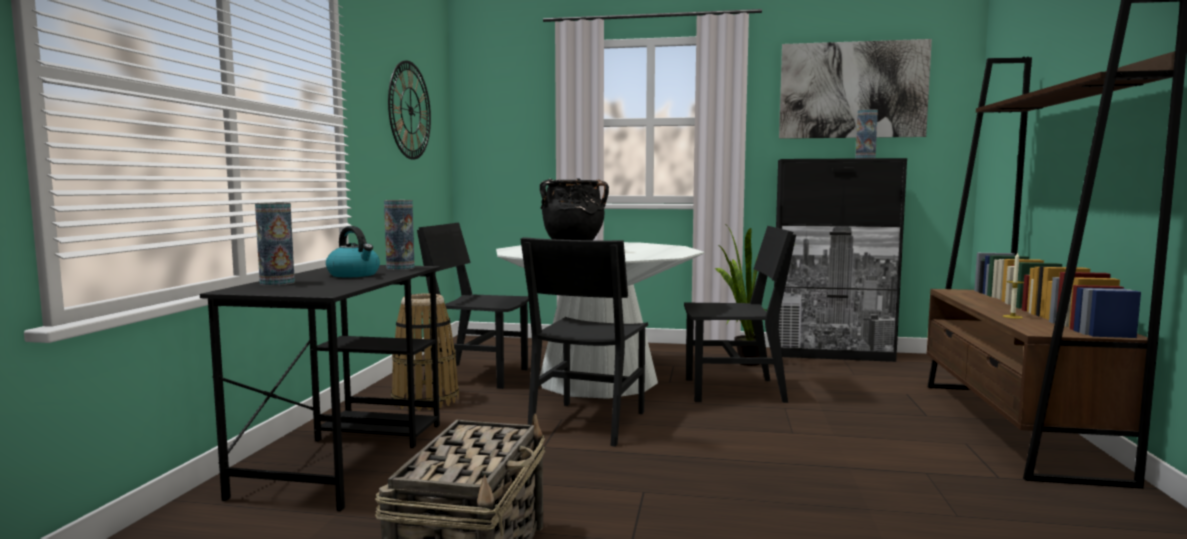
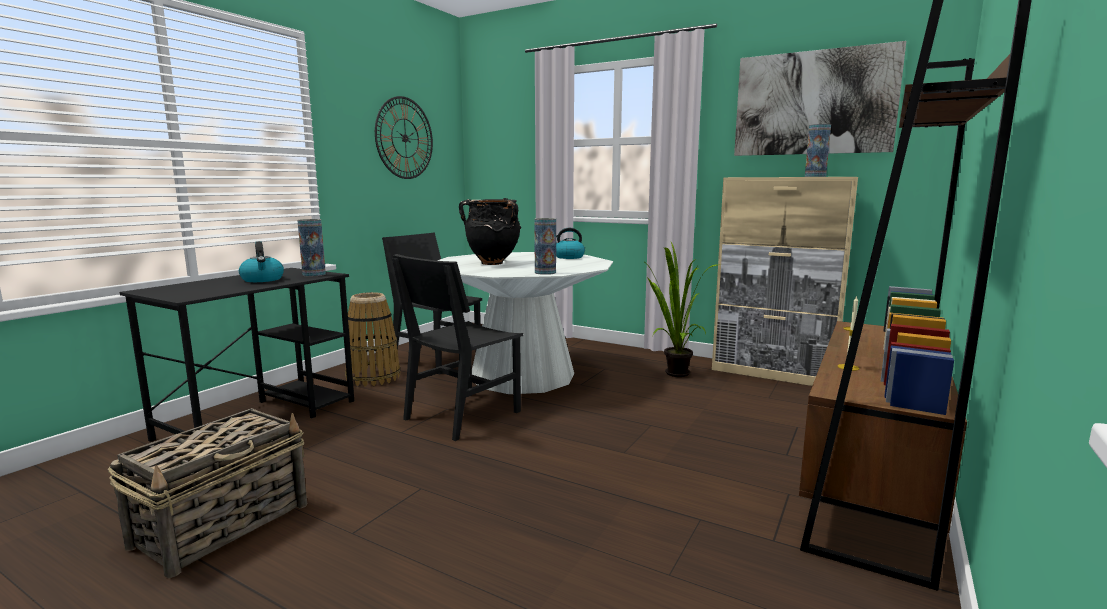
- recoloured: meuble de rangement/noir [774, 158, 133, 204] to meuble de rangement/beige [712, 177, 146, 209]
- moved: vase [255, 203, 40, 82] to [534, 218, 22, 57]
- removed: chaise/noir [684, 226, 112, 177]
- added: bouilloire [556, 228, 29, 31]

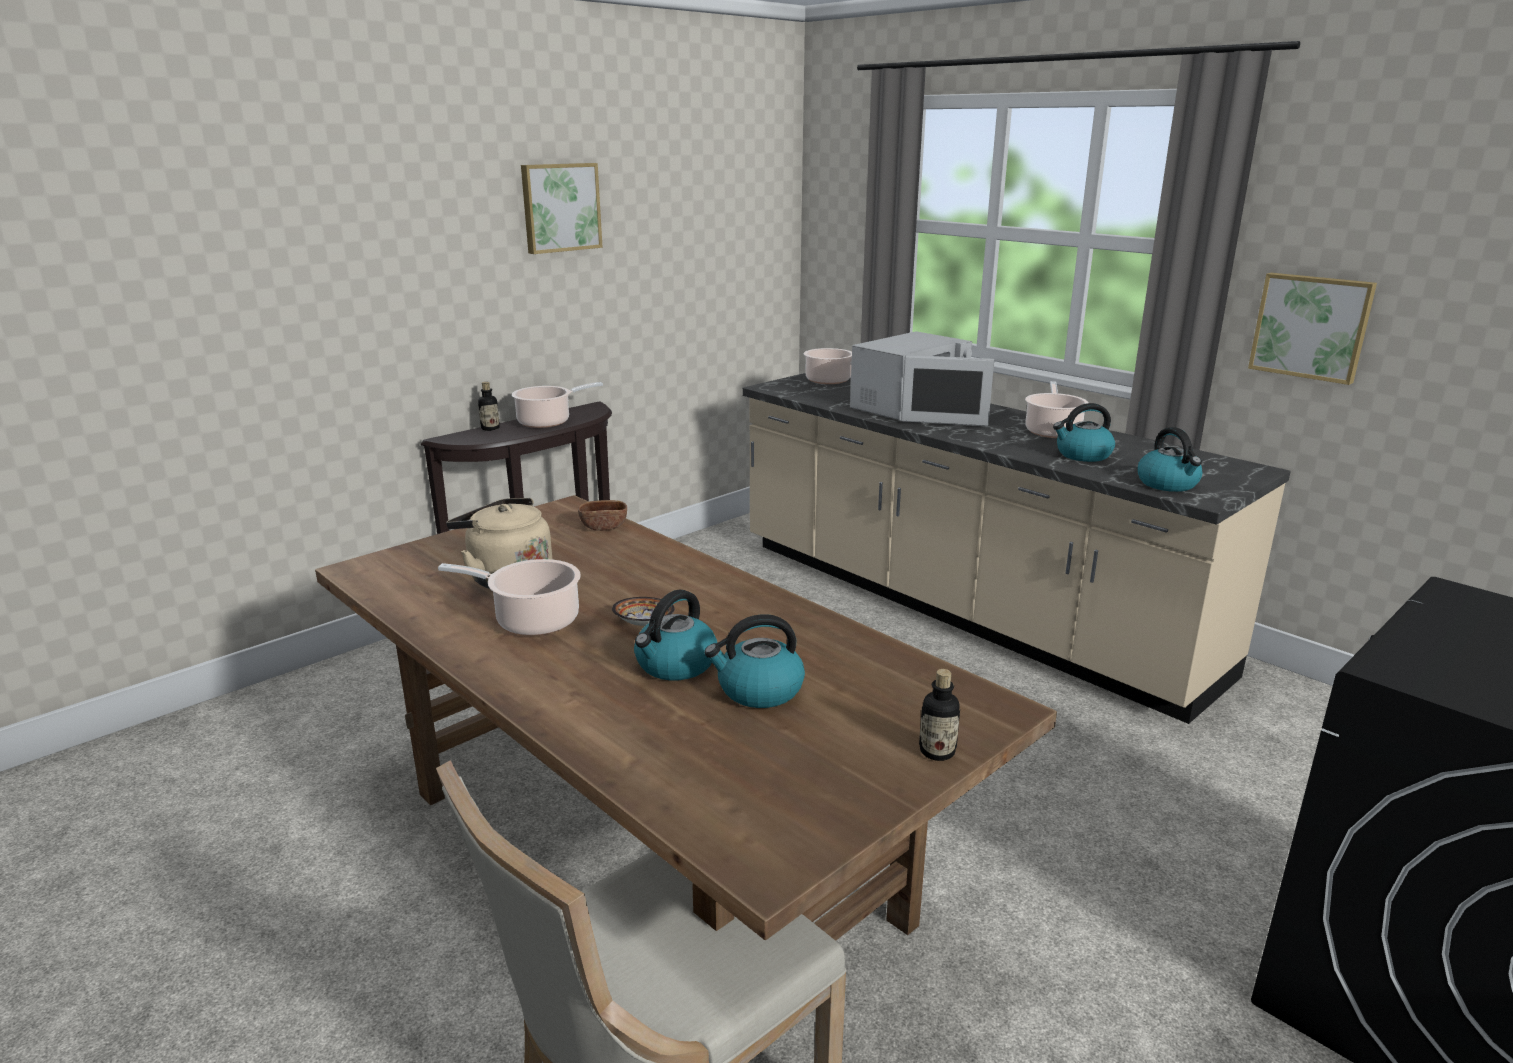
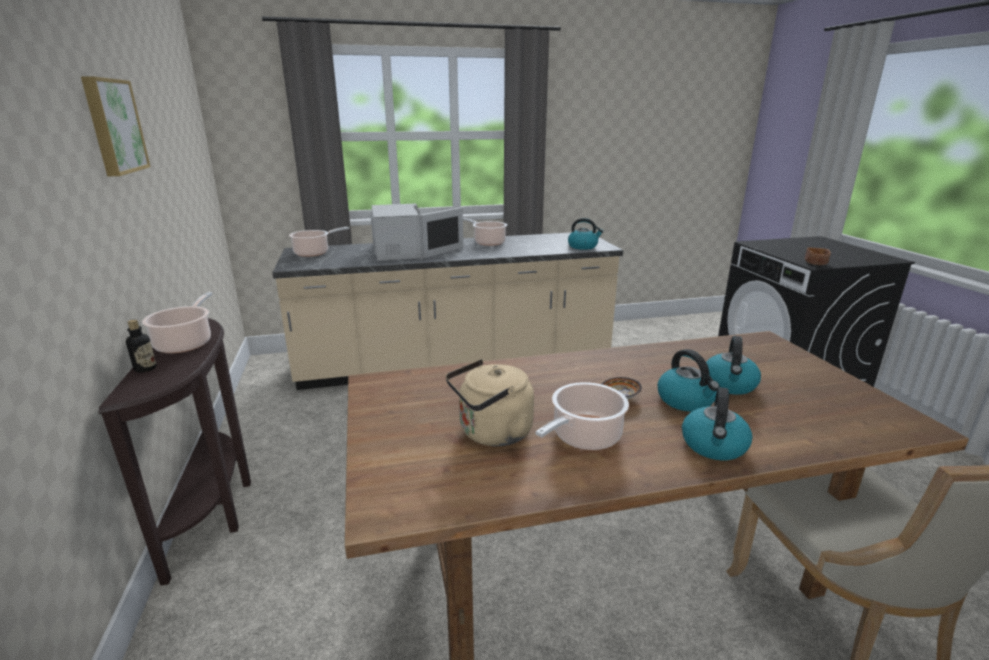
- removed: tableau [1248, 273, 129, 112]
- moved: bouilloire [1053, 403, 62, 59] to [682, 387, 71, 73]
- moved: bol/marron [578, 500, 49, 31] to [805, 247, 26, 18]
- removed: bouteille [919, 669, 41, 92]

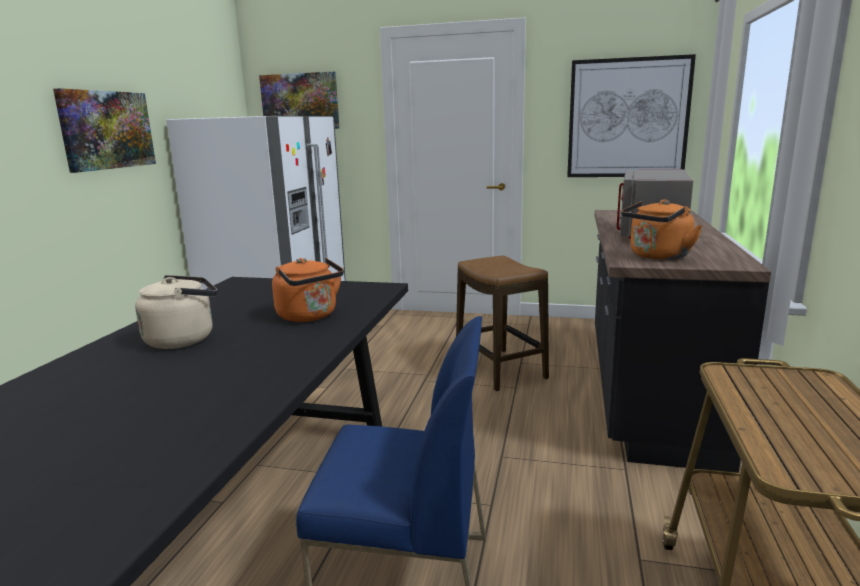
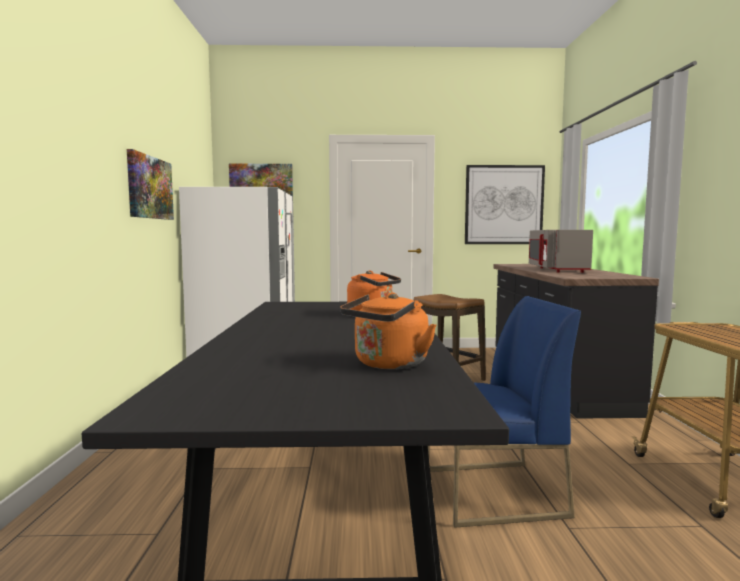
- moved: bouilloire/orange [621, 200, 81, 60] to [340, 292, 96, 78]
- removed: bouilloire/beige [135, 275, 82, 74]

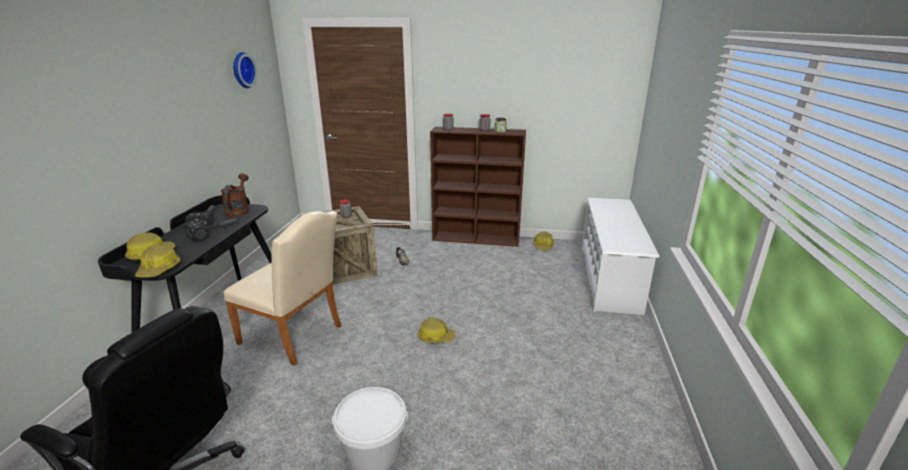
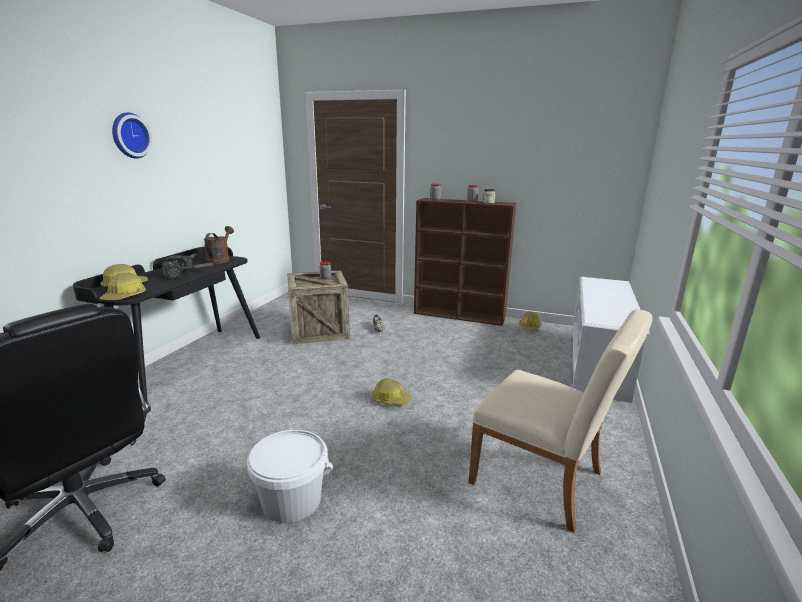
- moved: horloge murale [233, 52, 24, 36] to [112, 112, 40, 47]
- moved: chaise/beige [224, 211, 118, 155] to [469, 309, 184, 224]

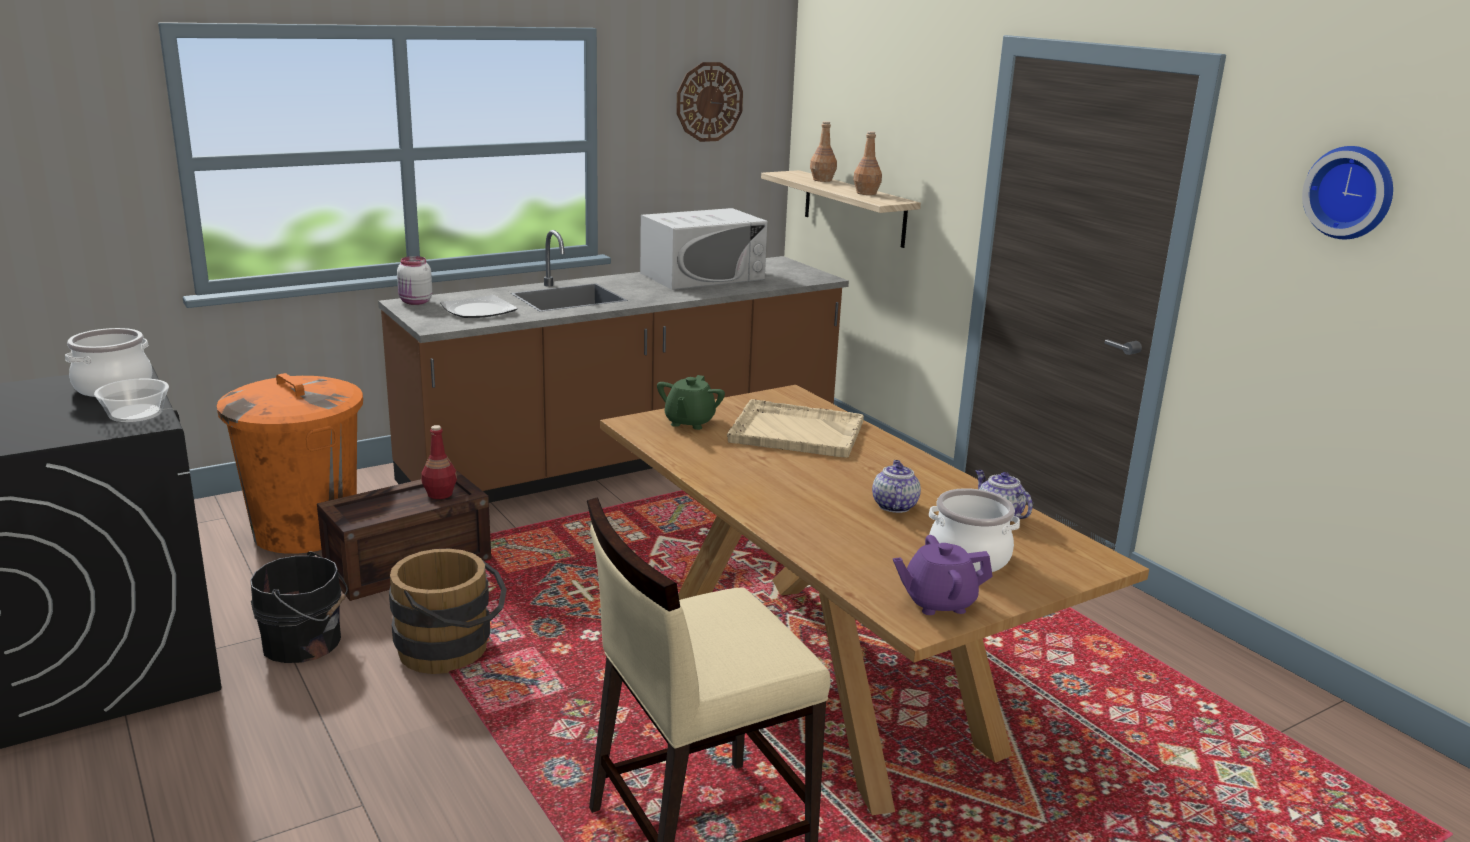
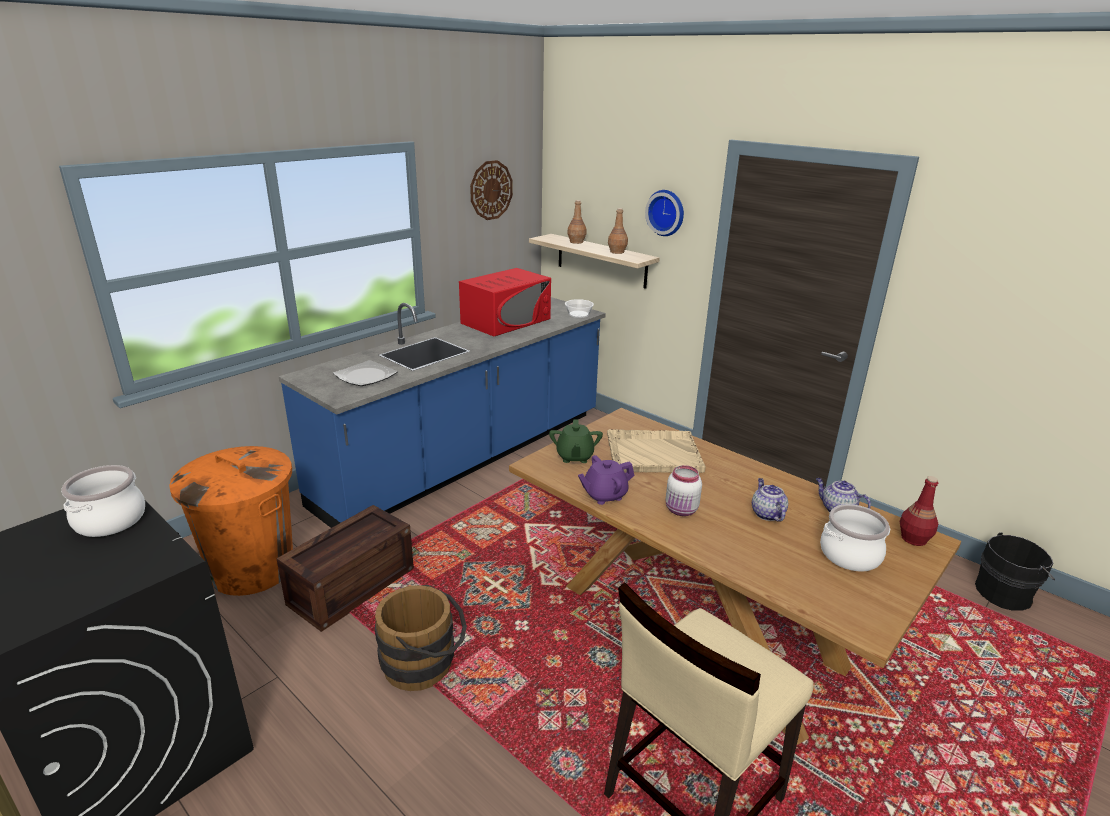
- moved: horloge murale [1302, 146, 91, 93] to [645, 190, 39, 46]
- recoloured: micro-ondes/blanc [640, 208, 128, 82] to micro-ondes/rouge [459, 268, 92, 69]
- recoloured: comptoir de cuisine/marron [378, 230, 471, 273] to comptoir de cuisine/bleu [278, 297, 328, 231]
- moved: bocal/blanc [397, 256, 35, 49] to [666, 465, 36, 51]
- moved: bol [94, 378, 75, 44] to [565, 299, 29, 19]
- moved: bouteille/rouge [421, 425, 36, 74] to [899, 476, 39, 70]
- moved: théière/violet [893, 535, 100, 80] to [578, 455, 56, 50]
- moved: seau/noir [250, 551, 98, 112] to [975, 532, 80, 79]

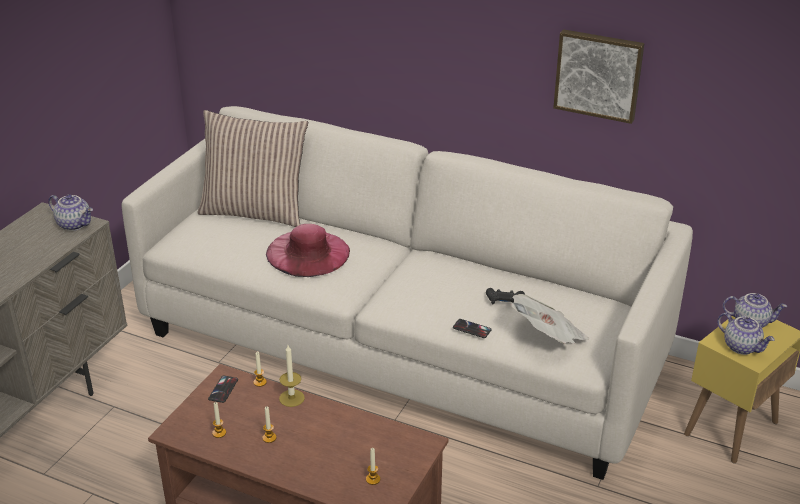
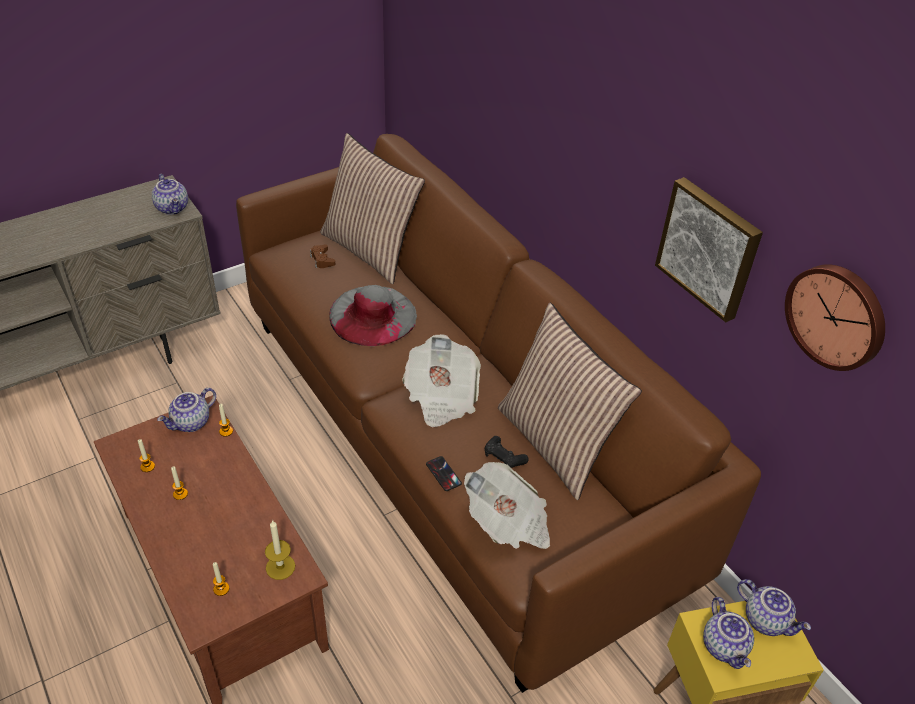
- recoloured: canapé/blanc [122, 106, 571, 374] to canapé/marron [236, 134, 525, 559]
- recoloured: chapeau/rose [266, 224, 84, 53] to chapeau/gris [329, 285, 88, 61]
- moved: bougie [279, 345, 26, 62] to [265, 520, 30, 60]
- replaced: téléphone [208, 376, 30, 27] to théière [157, 388, 59, 44]
- added: manette/marron [310, 244, 25, 24]
- added: horloge murale [785, 264, 100, 107]
- added: coussin [498, 303, 144, 197]
- added: journal [402, 334, 79, 93]

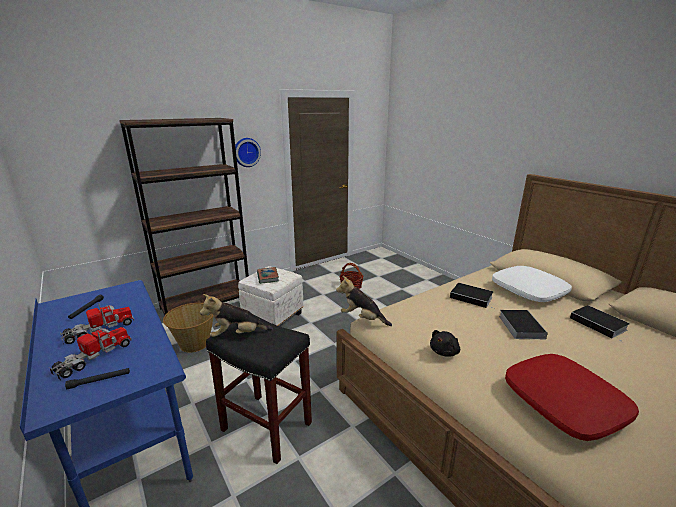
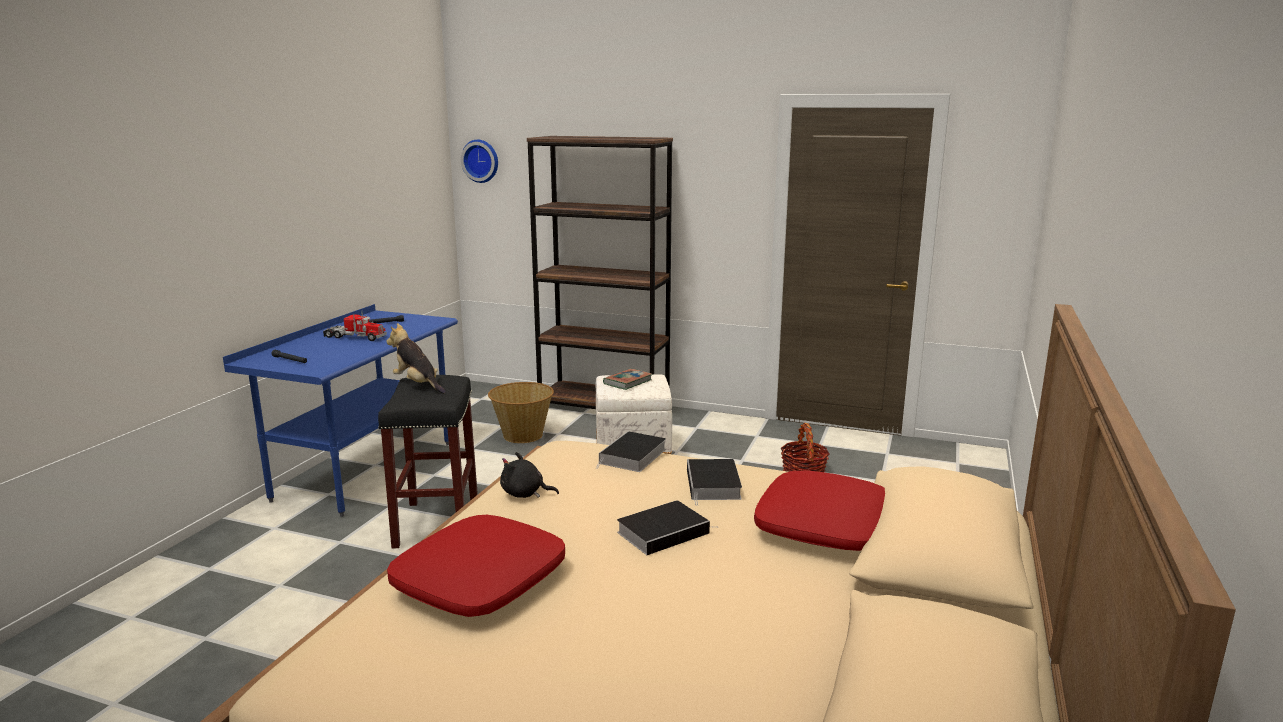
- moved: horloge murale [235, 138, 26, 29] to [461, 140, 37, 43]
- recoloured: coussin/blanc [492, 266, 80, 36] to coussin/rouge [754, 470, 131, 81]
- removed: peluche [336, 276, 56, 50]
- moved: livre [570, 305, 60, 37] to [596, 431, 70, 41]
- removed: camion jouet [49, 327, 83, 53]

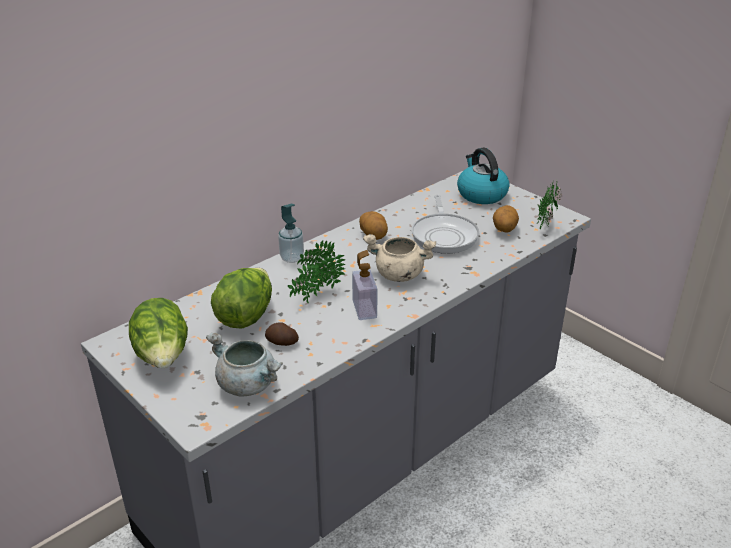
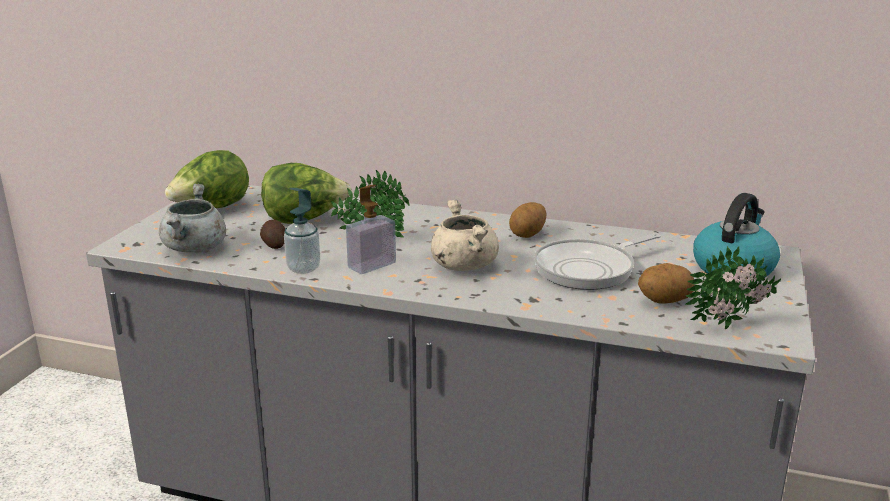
- moved: distributeur de savon [278, 203, 26, 60] to [284, 188, 36, 86]

